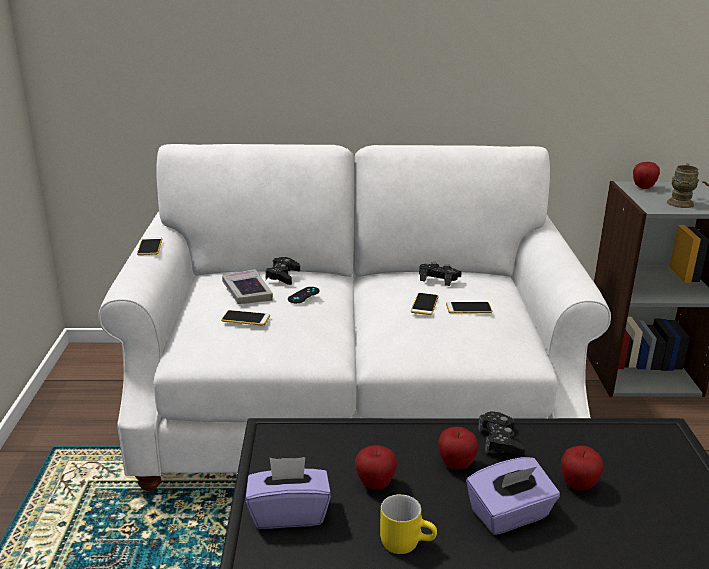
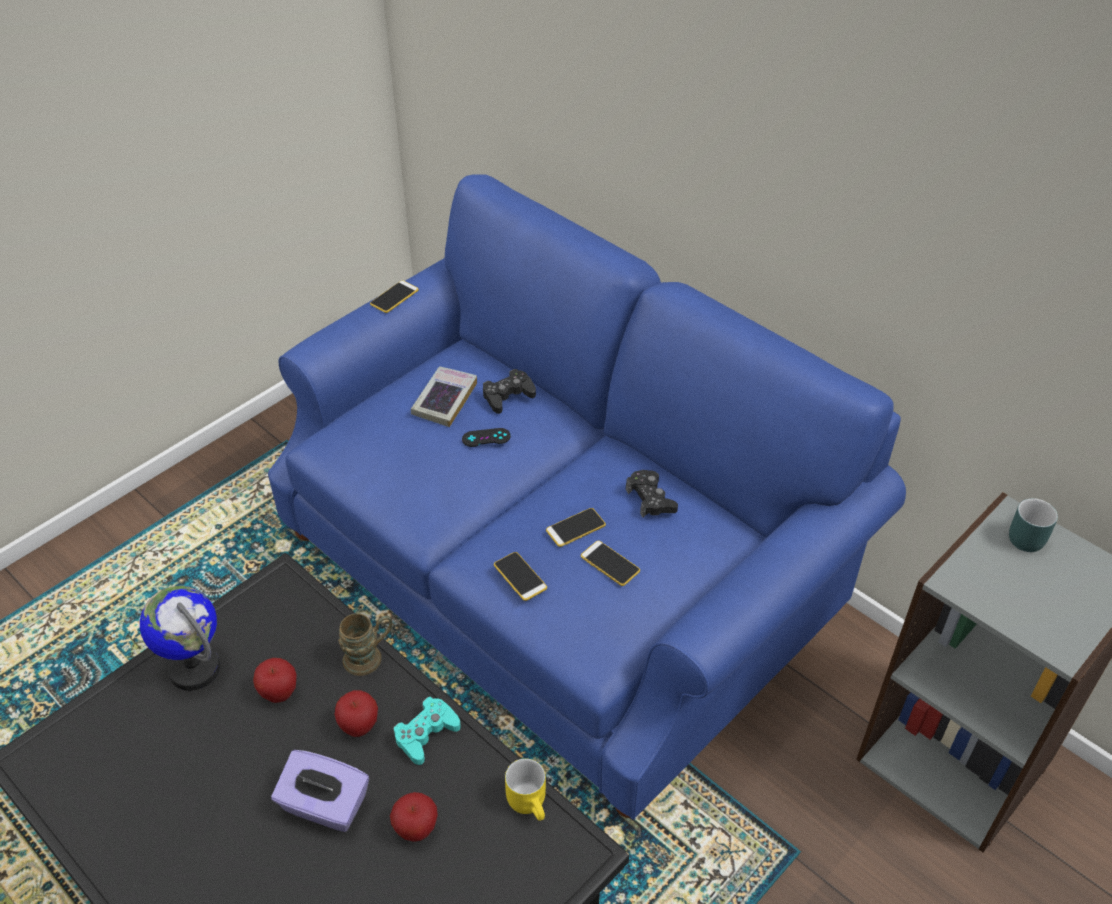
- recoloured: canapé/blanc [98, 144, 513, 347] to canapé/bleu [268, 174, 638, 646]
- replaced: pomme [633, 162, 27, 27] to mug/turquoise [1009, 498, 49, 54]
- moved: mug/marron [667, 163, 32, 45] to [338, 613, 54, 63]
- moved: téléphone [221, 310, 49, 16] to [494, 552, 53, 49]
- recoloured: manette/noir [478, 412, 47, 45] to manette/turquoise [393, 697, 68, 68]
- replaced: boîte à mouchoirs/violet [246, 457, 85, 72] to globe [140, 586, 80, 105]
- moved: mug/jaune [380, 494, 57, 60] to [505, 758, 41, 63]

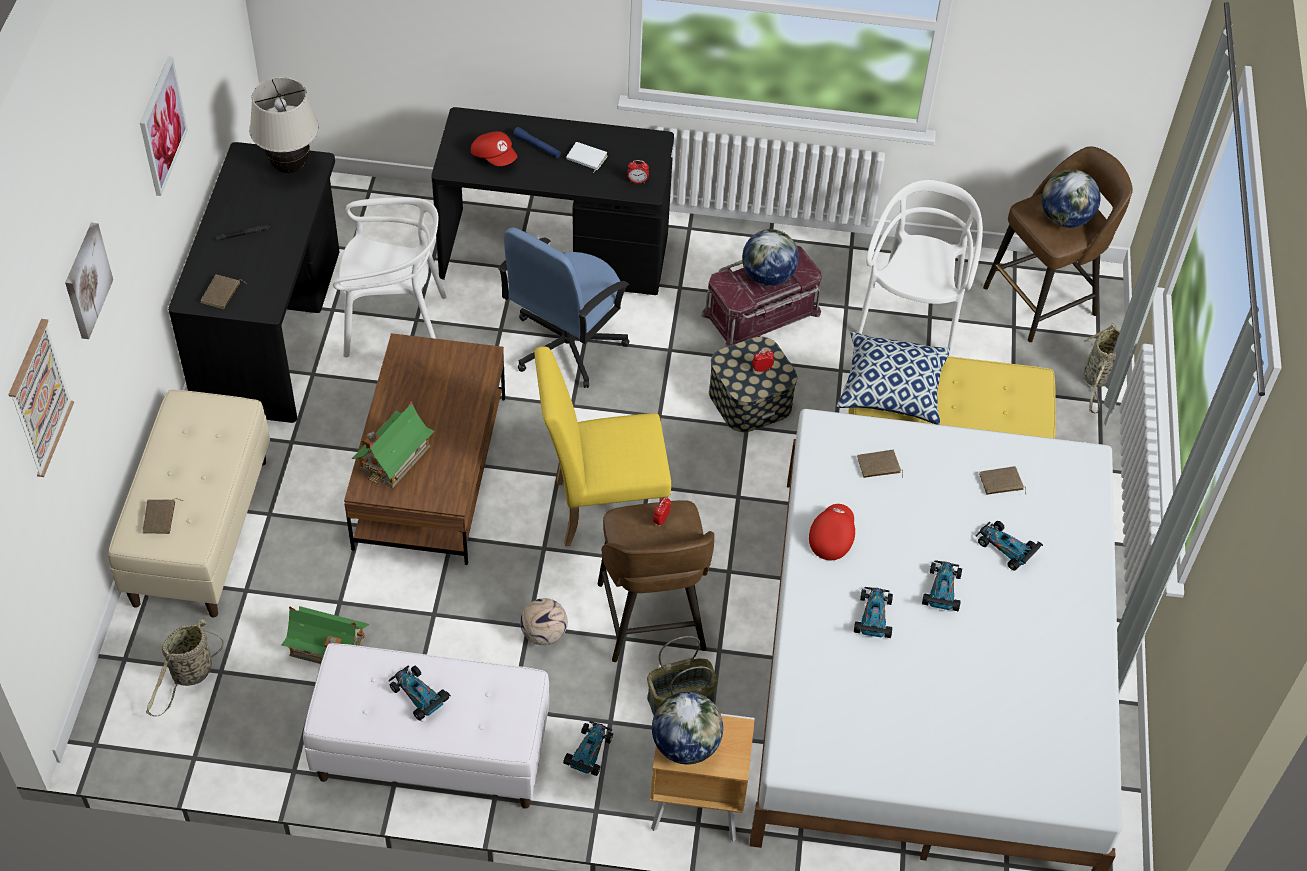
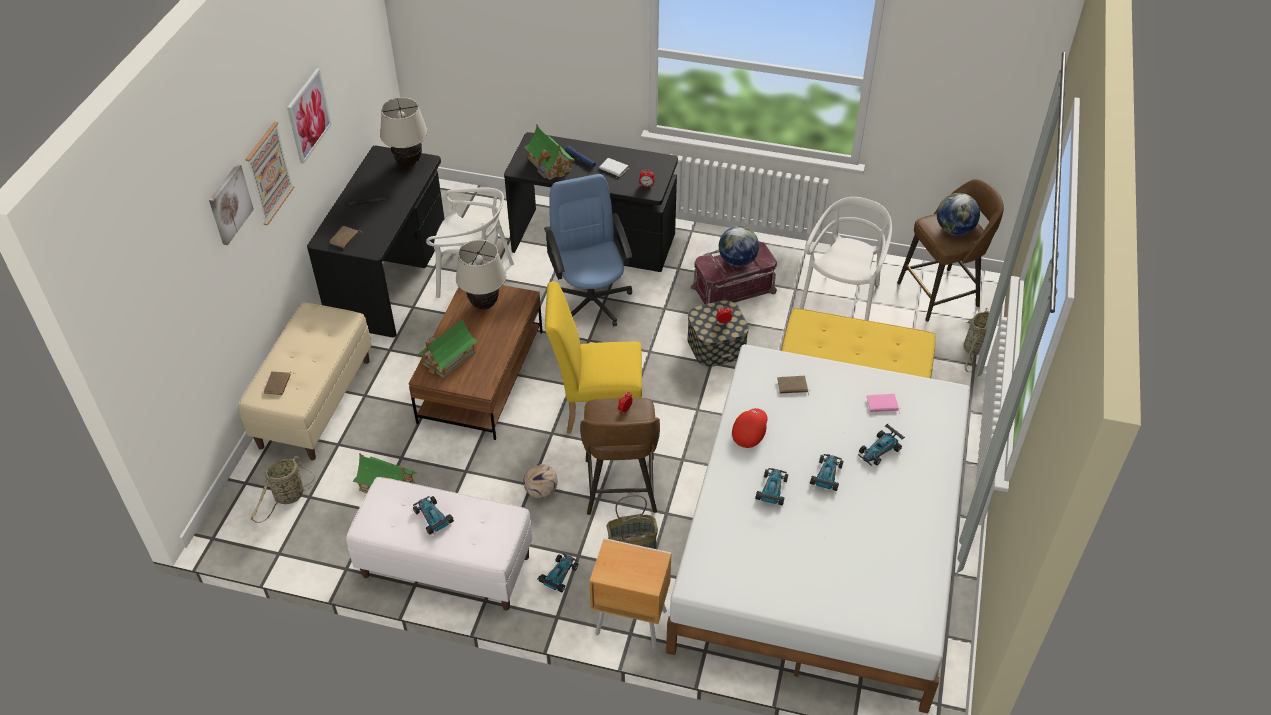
- replaced: casquette/rouge [471, 131, 46, 35] to maison miniature [524, 124, 51, 56]
- turned: chaise de bureau/bleu [498, 227, 131, 161] = [544, 174, 88, 153] 120 degrees clockwise
- moved: tableau [8, 319, 66, 158] to [245, 122, 49, 103]
- removed: coussin [837, 332, 113, 93]
- recoloured: livre/marron [979, 466, 47, 29] to livre/rose [867, 394, 33, 20]
- turned: petite voiture [976, 521, 67, 50] = [858, 424, 47, 42] 90 degrees counterclockwise
- removed: globe [652, 692, 71, 72]
- added: lampe de table/beige [456, 240, 50, 70]

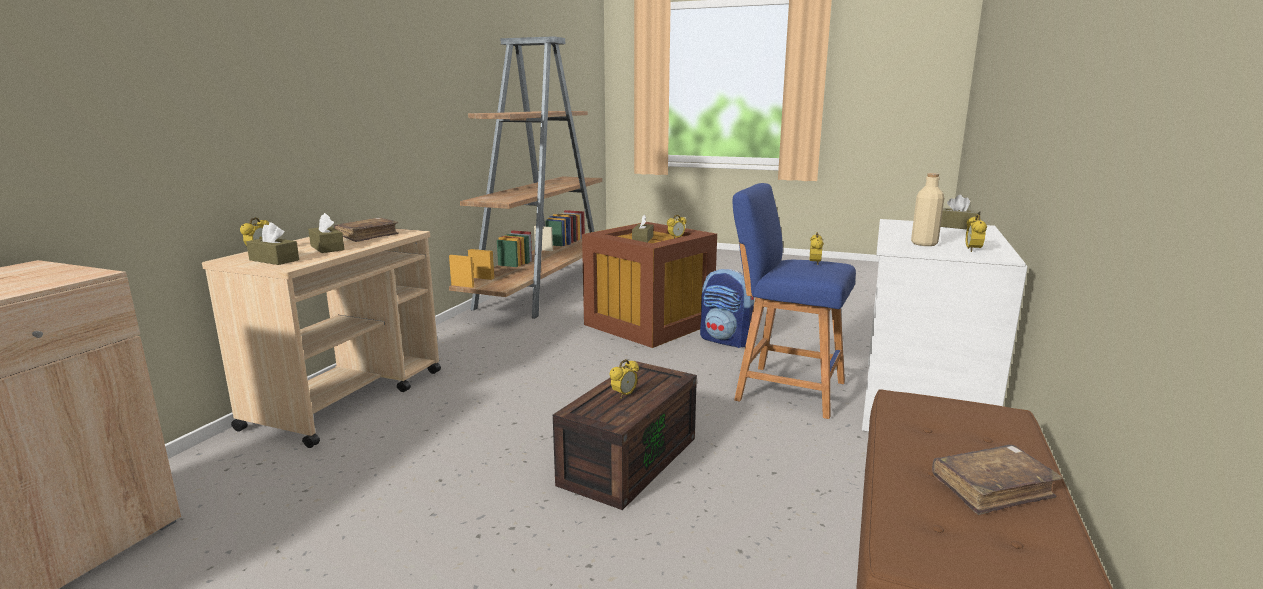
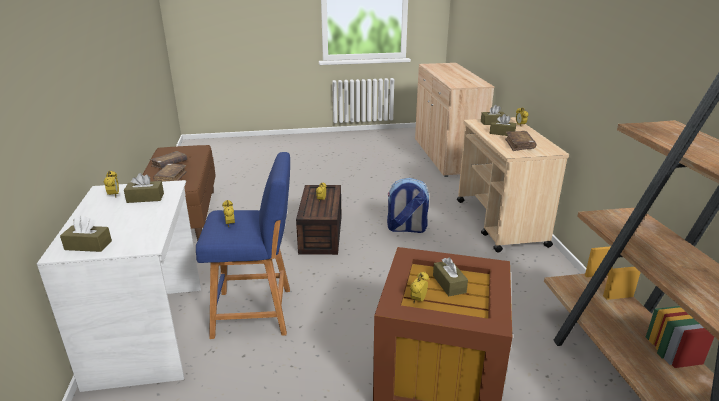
- replaced: bouteille/beige [911, 173, 33, 73] to boîte à mouchoirs/marron [124, 173, 40, 30]
- moved: sac à dos [700, 269, 54, 79] to [387, 178, 42, 55]
- added: livre/marron [153, 163, 34, 19]

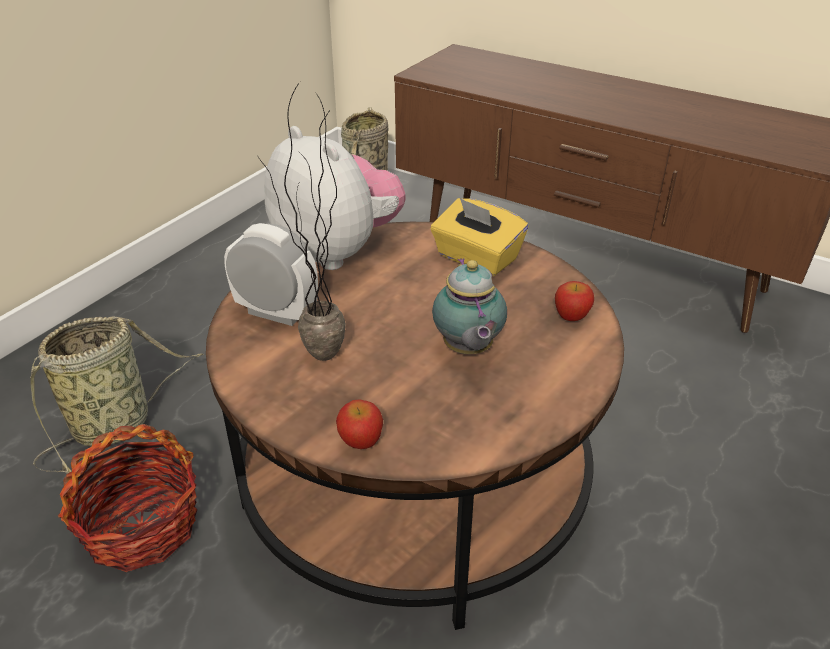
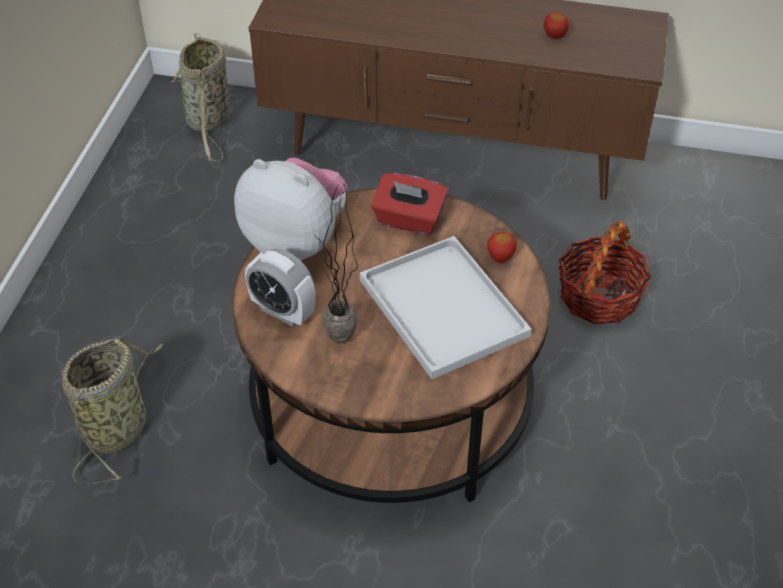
- recoloured: boîte à mouchoirs/jaune [431, 198, 97, 78] to boîte à mouchoirs/rouge [371, 173, 78, 62]
- turned: réveil [224, 223, 94, 103] = [245, 248, 71, 78] 150 degrees counterclockwise
- replaced: théière [432, 258, 75, 96] to plateau/blanc [360, 236, 172, 143]
- moved: pomme [336, 399, 47, 50] to [544, 12, 25, 27]
- moved: panier [58, 424, 139, 148] to [559, 221, 92, 103]

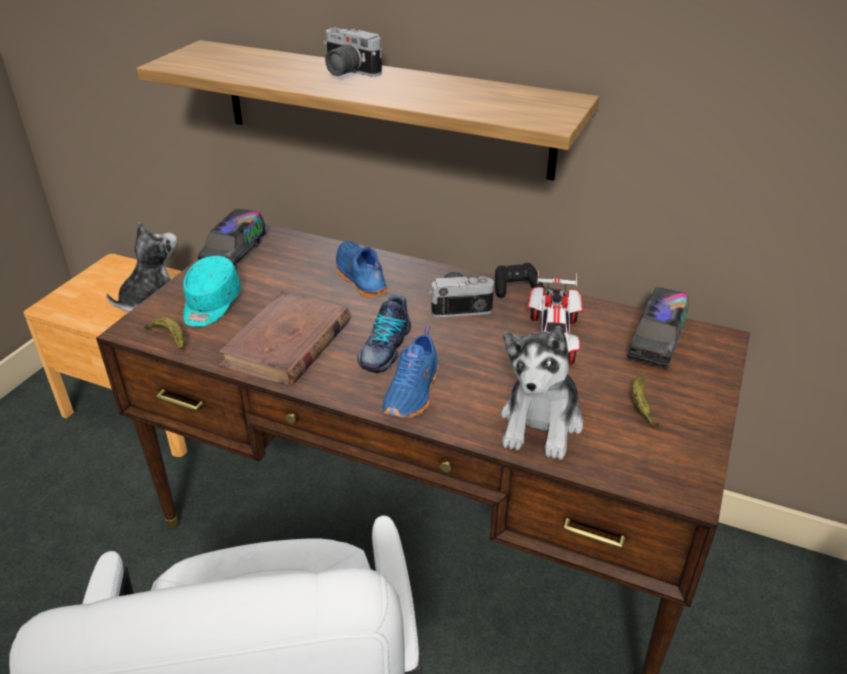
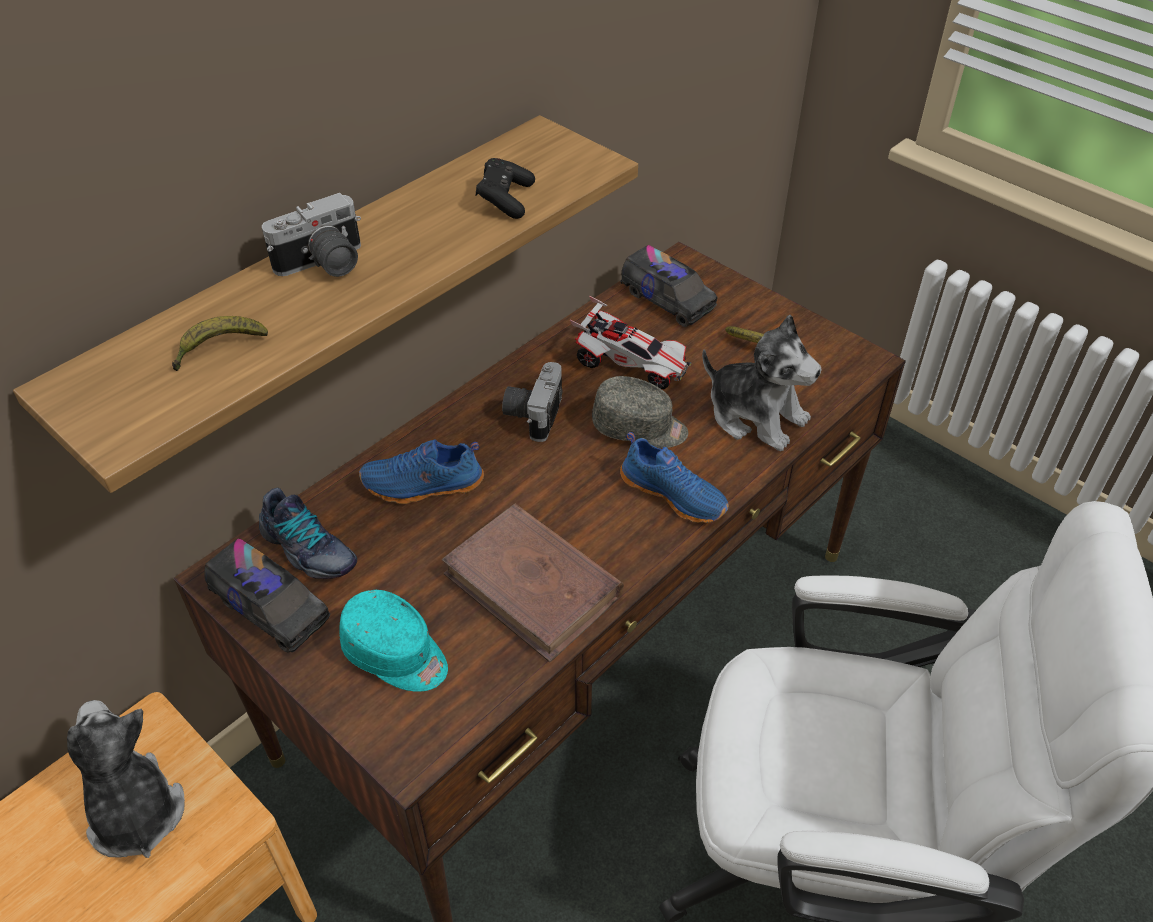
- moved: manette/noir [495, 263, 49, 35] to [475, 158, 60, 61]
- moved: chaussure [357, 295, 54, 78] to [259, 488, 98, 91]
- moved: banane [144, 317, 41, 33] to [172, 316, 96, 55]
- added: casquette/gris [592, 376, 96, 72]

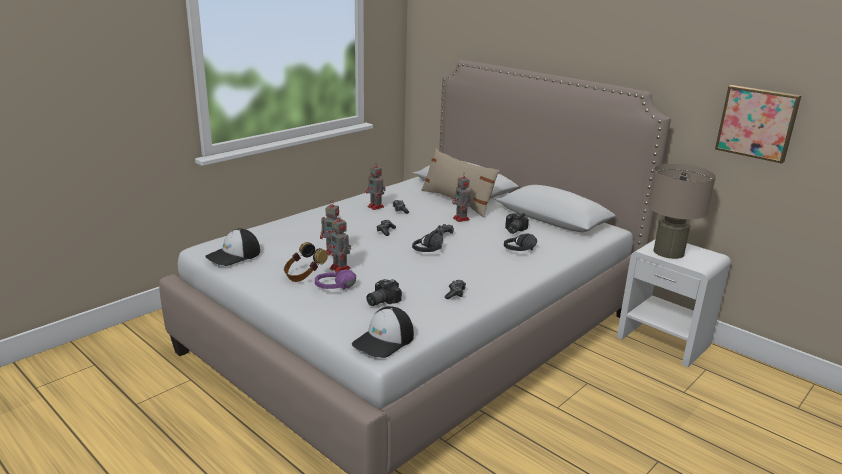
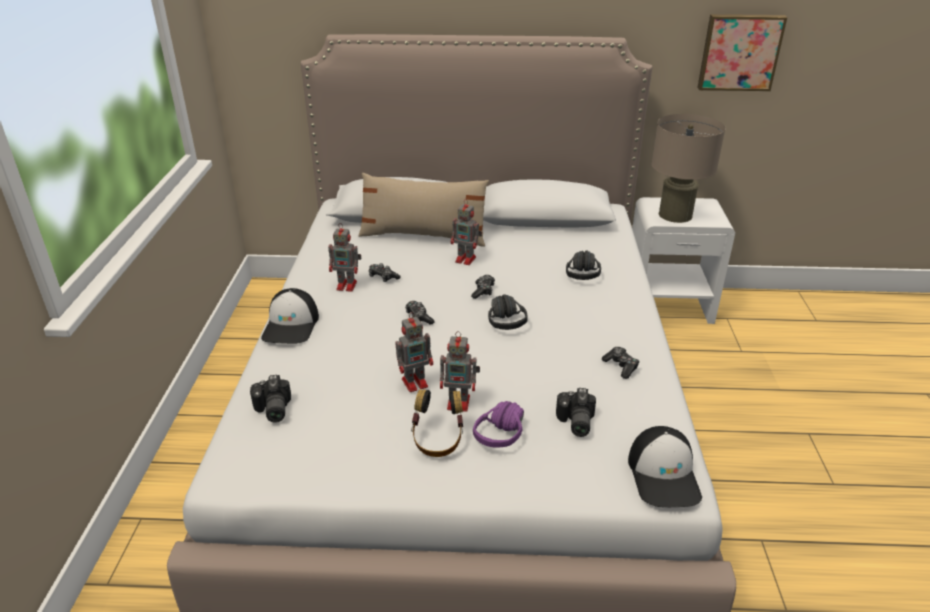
- moved: appareil photo [505, 212, 24, 22] to [250, 375, 41, 48]
- moved: casquette [205, 228, 55, 38] to [261, 288, 58, 56]

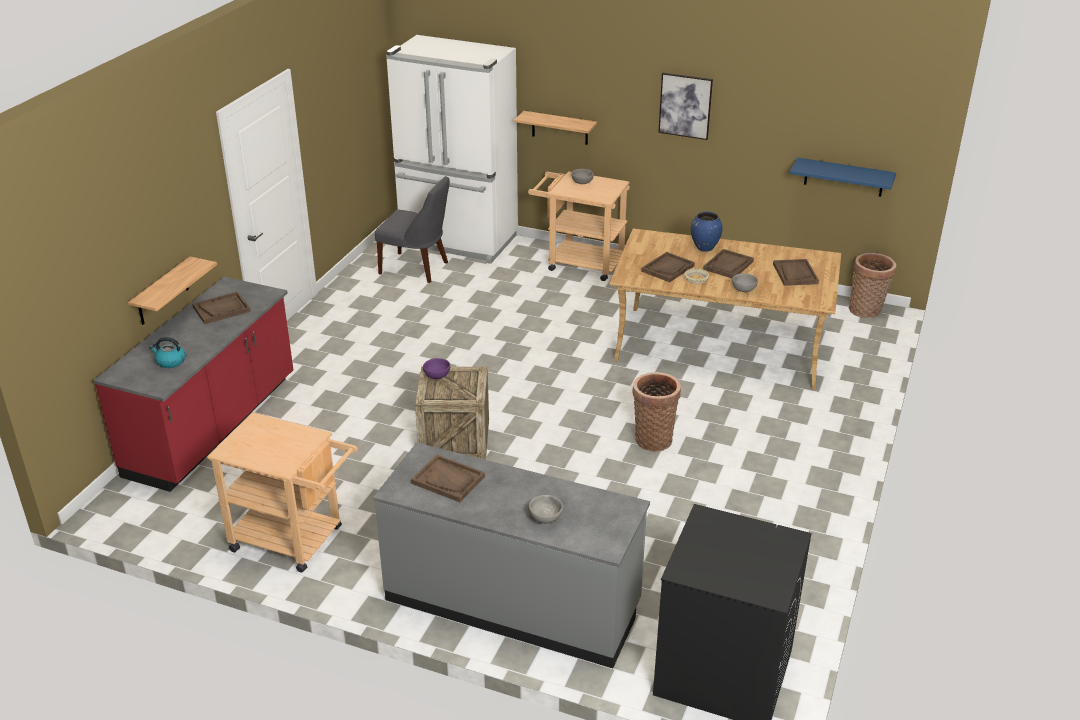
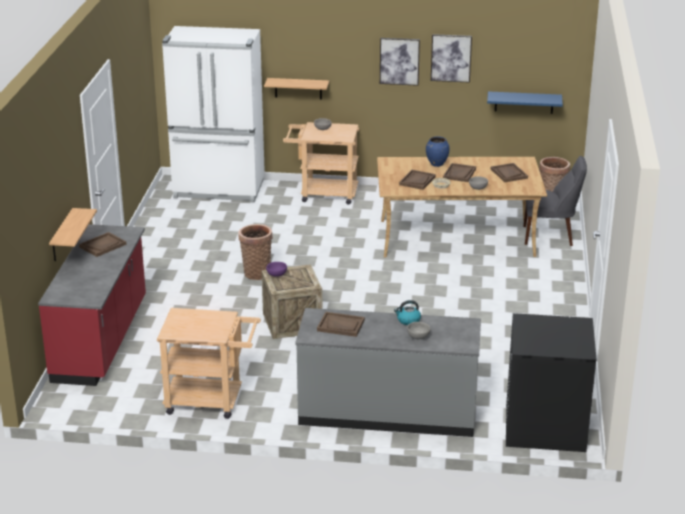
- moved: chaise/gris [375, 176, 75, 107] to [523, 156, 64, 90]
- moved: bouilloire [149, 337, 36, 31] to [394, 300, 27, 25]
- moved: panier [632, 372, 49, 80] to [238, 224, 34, 56]
- added: tableau [431, 34, 41, 49]

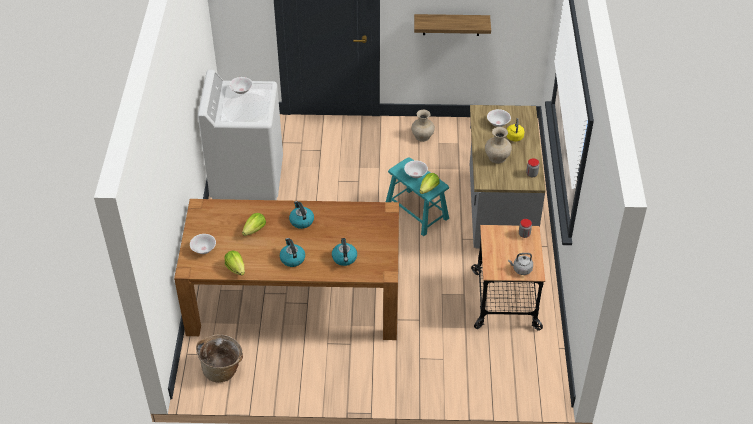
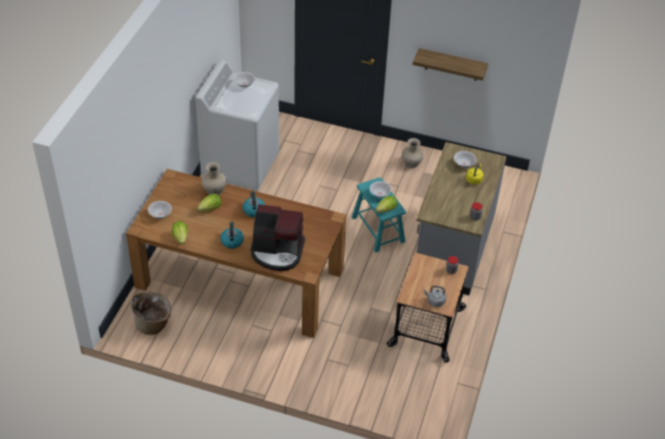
- moved: vase/beige [485, 127, 27, 36] to [201, 162, 26, 33]
- replaced: bouilloire [332, 238, 25, 28] to machine à café [251, 204, 54, 67]

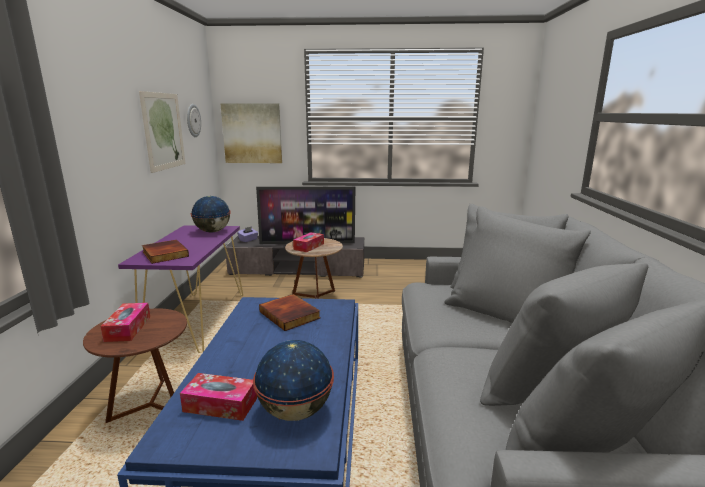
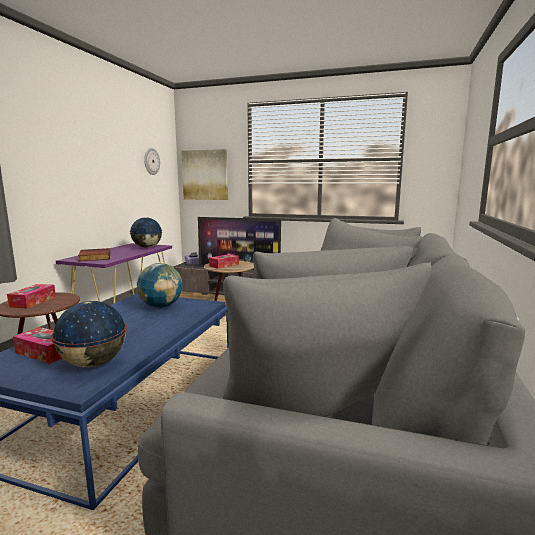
- removed: tableau [139, 91, 47, 82]
- replaced: livre [259, 294, 61, 37] to globe [137, 263, 46, 45]

